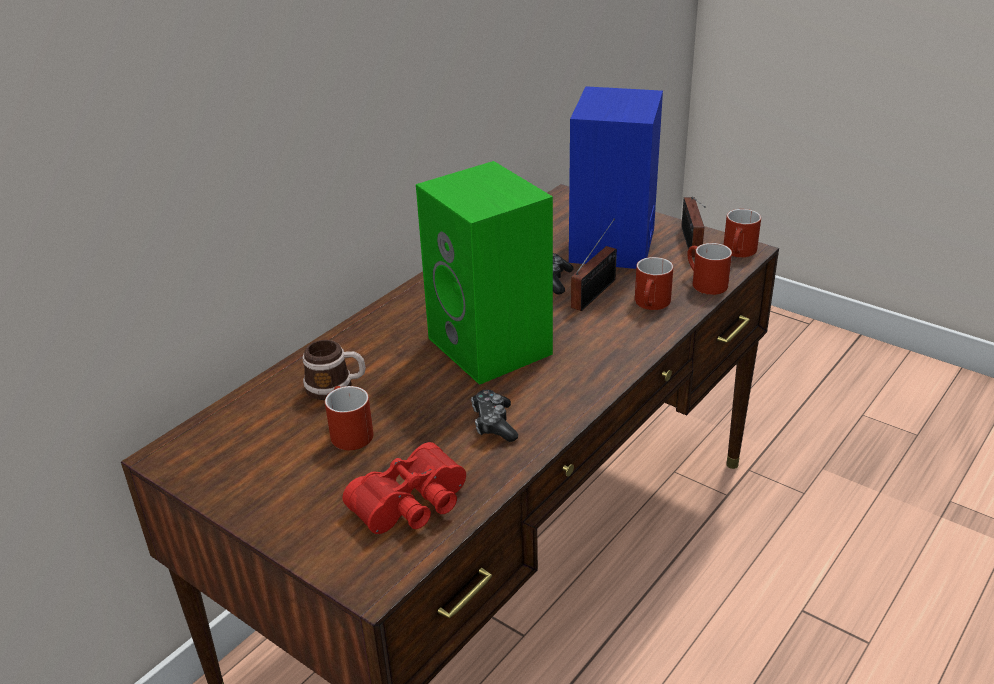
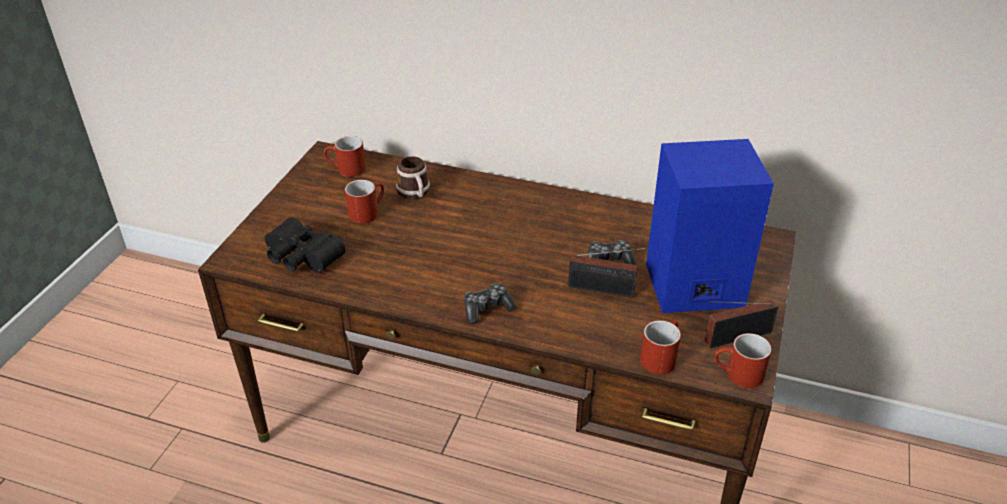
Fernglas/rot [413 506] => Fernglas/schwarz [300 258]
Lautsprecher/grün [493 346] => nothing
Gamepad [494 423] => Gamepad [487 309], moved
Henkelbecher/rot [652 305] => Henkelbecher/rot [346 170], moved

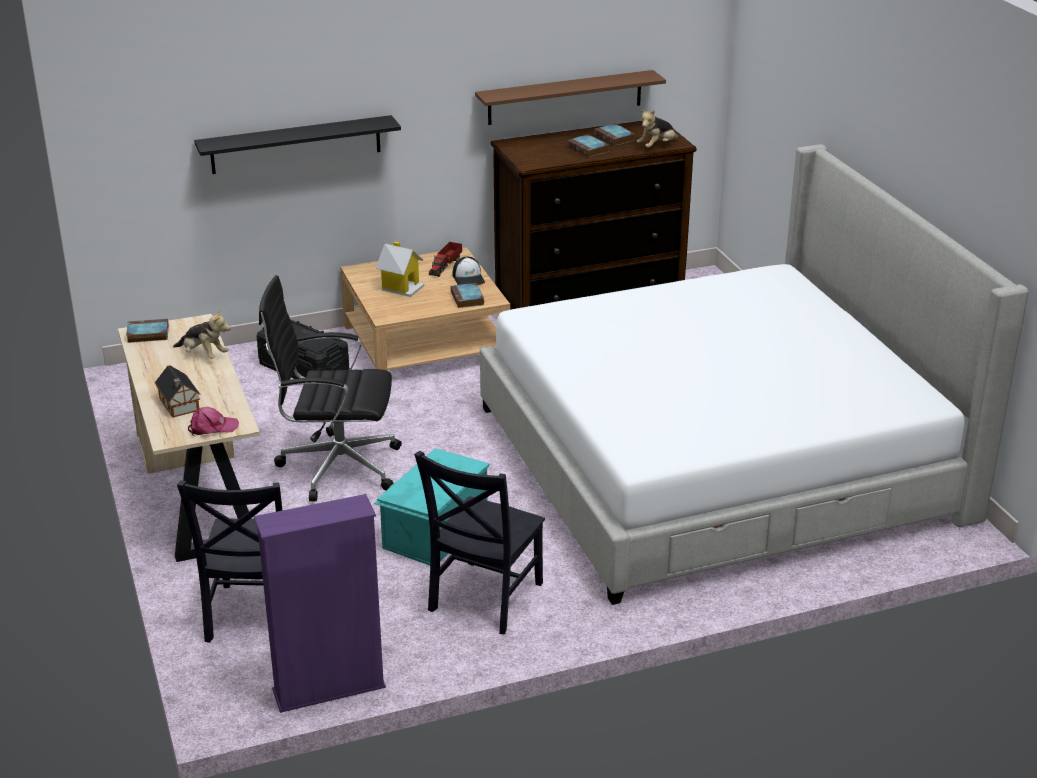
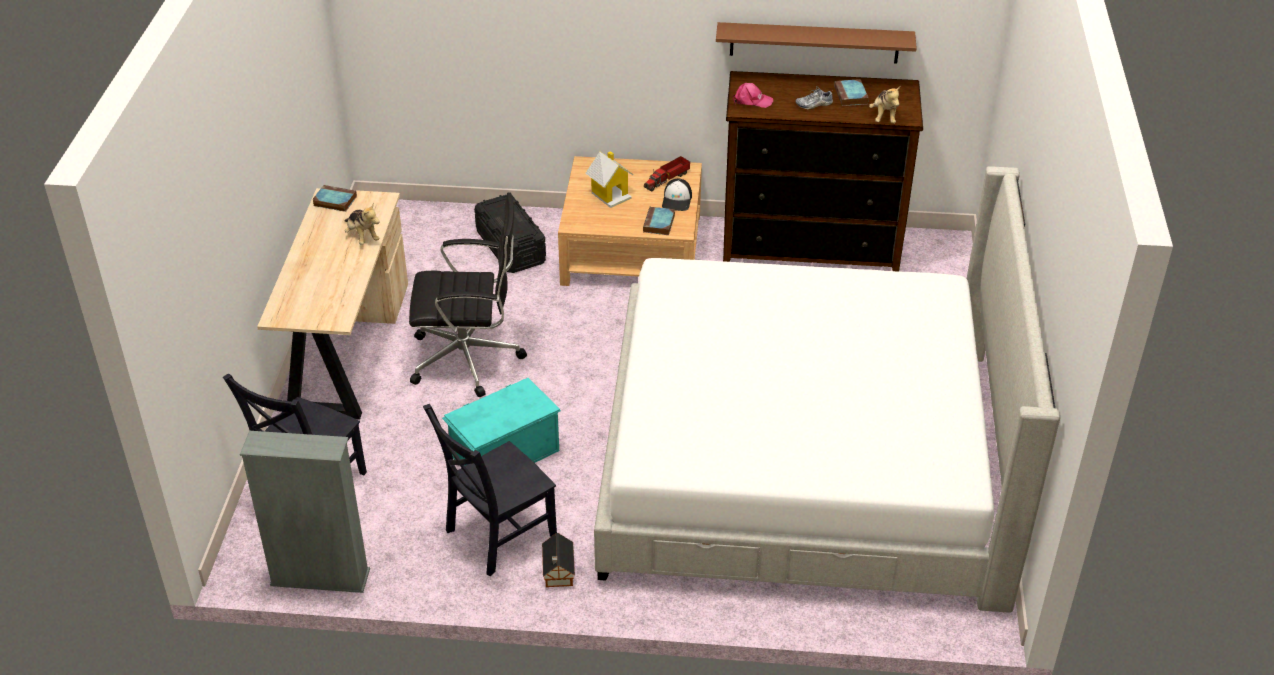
Spielzeughaus [179 405] => Spielzeughaus [558 572], moved
Kappe/rosa [212 427] => Kappe/rosa [752 100], moved
Wandregal/schwarz [296 144] => nothing
Bücherregal/lila [329 689] => Bücherregal/grau [320 578]
Bürostuhl/schwarz [336 466] => Bürostuhl/schwarz [469 359], 150 degrees clockwise
Buch [588 149] => Schuh [814 104]
Plüschtier [657 146] => Plüschtier [884 117], 75 degrees counterclockwise

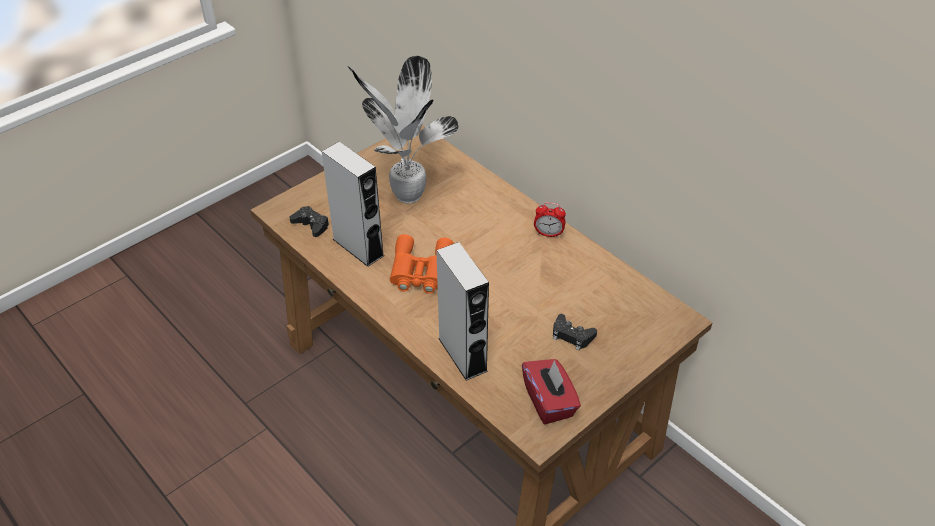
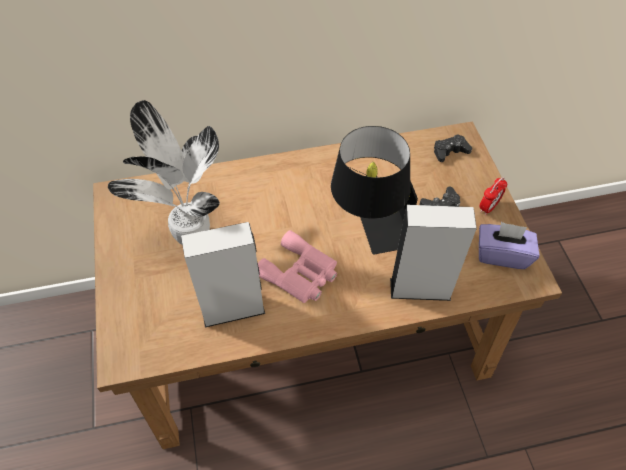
Gamepad/schwarz [311 225] => Gamepad/schwarz [450 151], moved
Fernglas/orange [420 271] => Fernglas/rosa [300 274]
Taschentuchbox/rot [549 402] => Taschentuchbox/lila [501 254]
Wecker [548 234] => Wecker [488 207], moved
nothing => Tischlampe/schwarz [370 228]

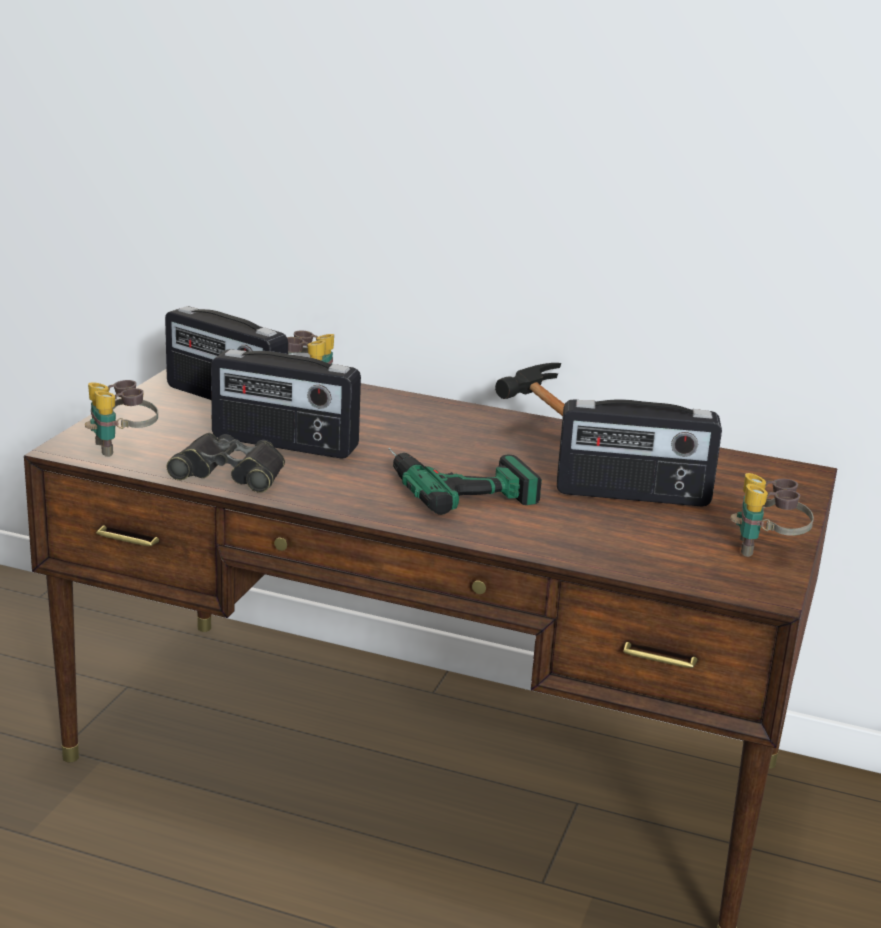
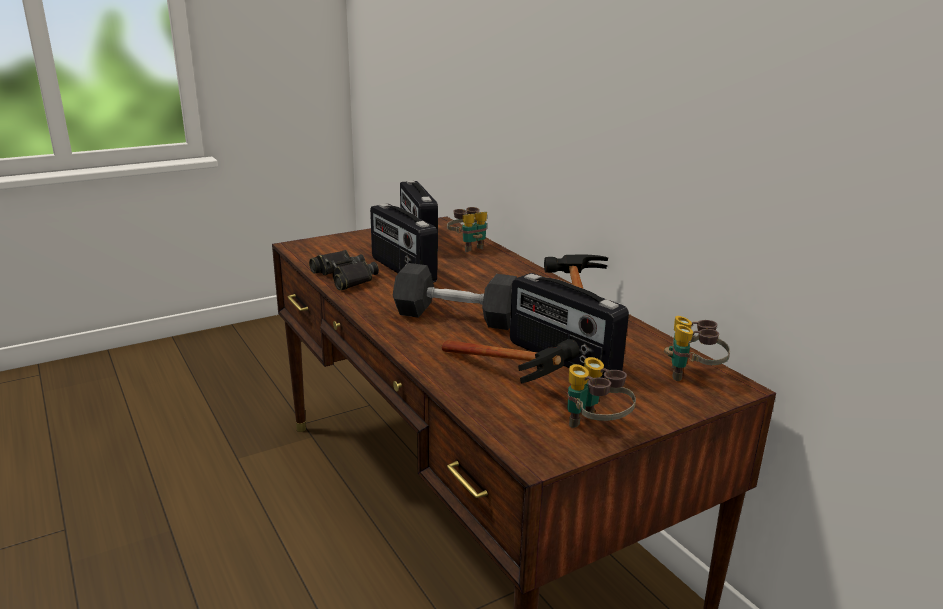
Fernglas [122 447] => Fernglas [692 376], moved
Bohrmaschine [455 483] => Hantel/grau [456 317]
nothing => Hammer [514 383]

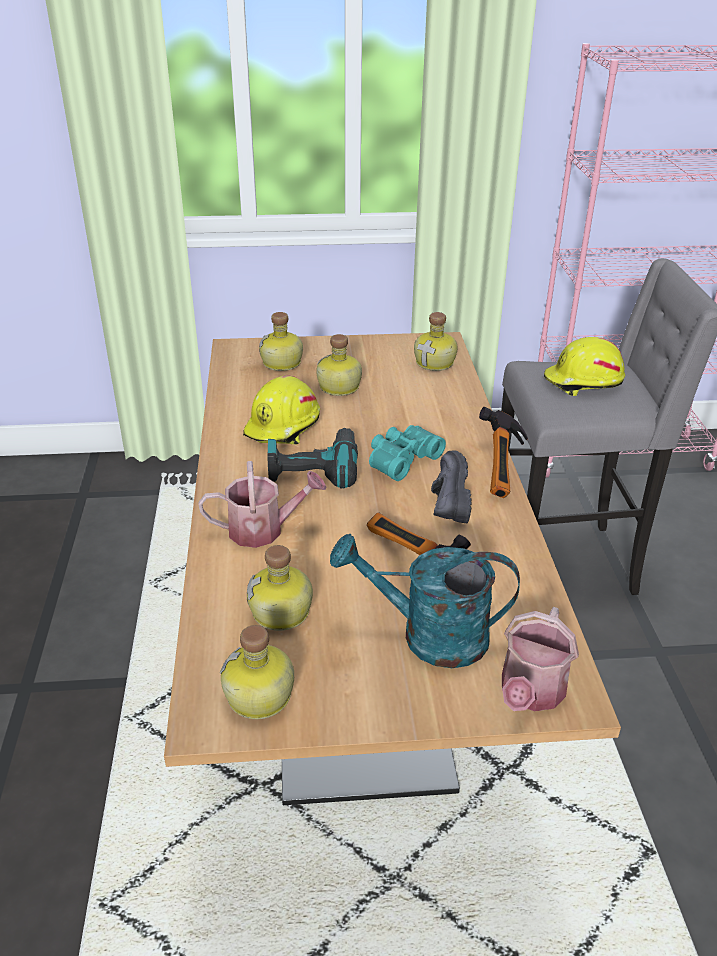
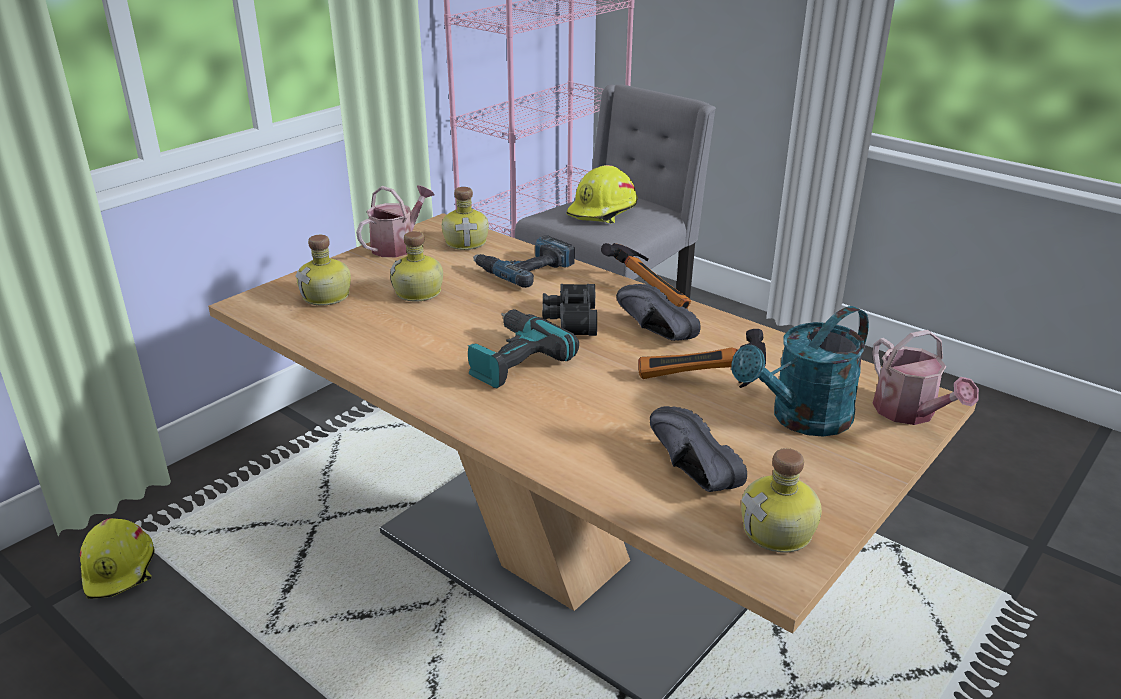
Gießkanne [264 529] => Gießkanne [398 246], moved
Schutzhelm/gelb [284 427] => Schutzhelm/gelb [120 569], moved
Flasche [282 613] => Schuh/schwarz [686 469]
Fernglas/türkis [401 459] => Fernglas/schwarz [569 320]
nothing => Bohrmaschine [525 268]

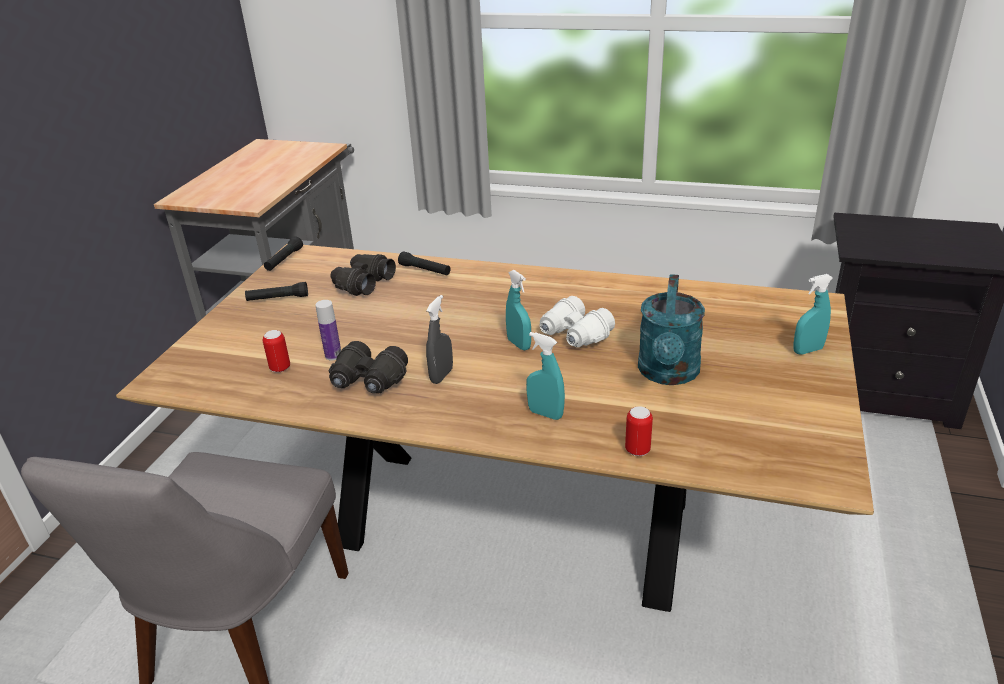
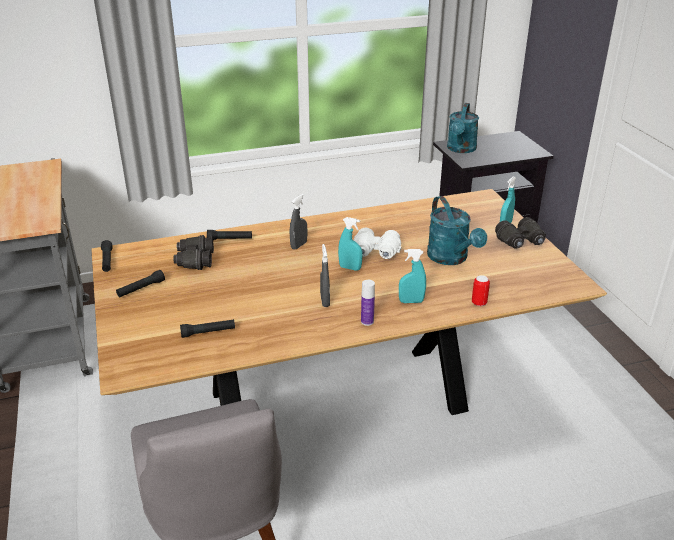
Dose [280 368] => Taschenlampe/schwarz [208 332]
Flasche [333 355] => Flasche [367 321], moved
Fernglas/schwarz [368 381] => Fernglas/schwarz [520 242], moved
nothing => Sprühflasche/grau [299 245]
nothing => Gießkanne/türkis [460 149]

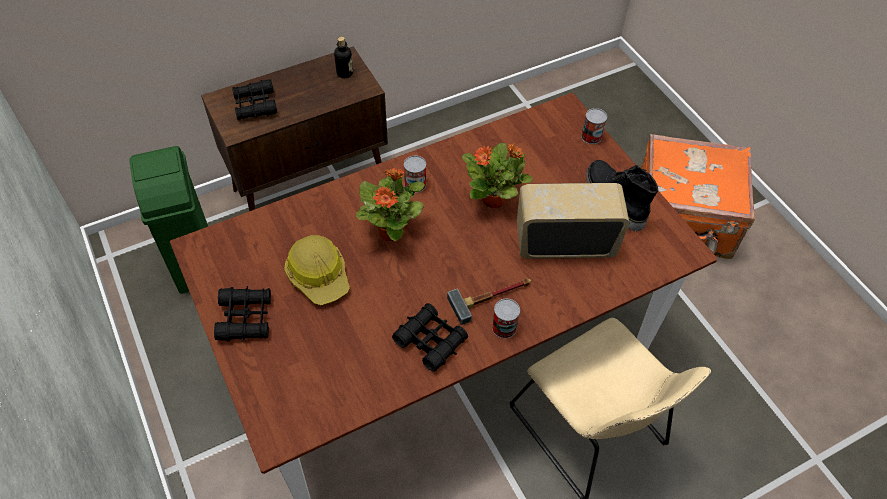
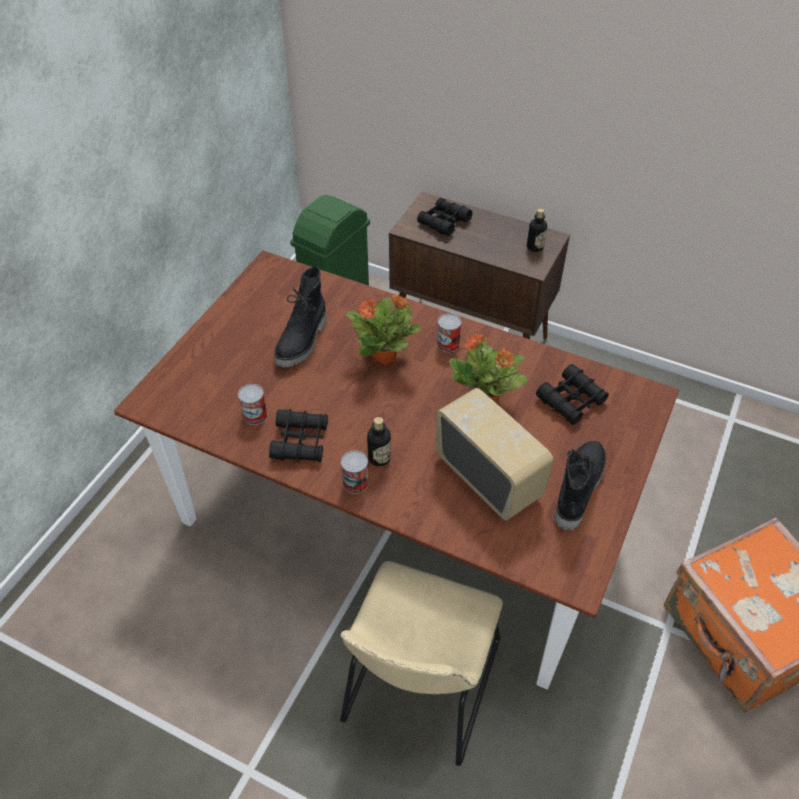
Fernglas/schwarz [245 318] => Fernglas/schwarz [571 400], moved
Schutzhelm [319 275] => Stiefel/schwarz [303 341]
Hammer [492 297] => Flasche [379 458]
Dose [591 136] => Dose [255 415], moved

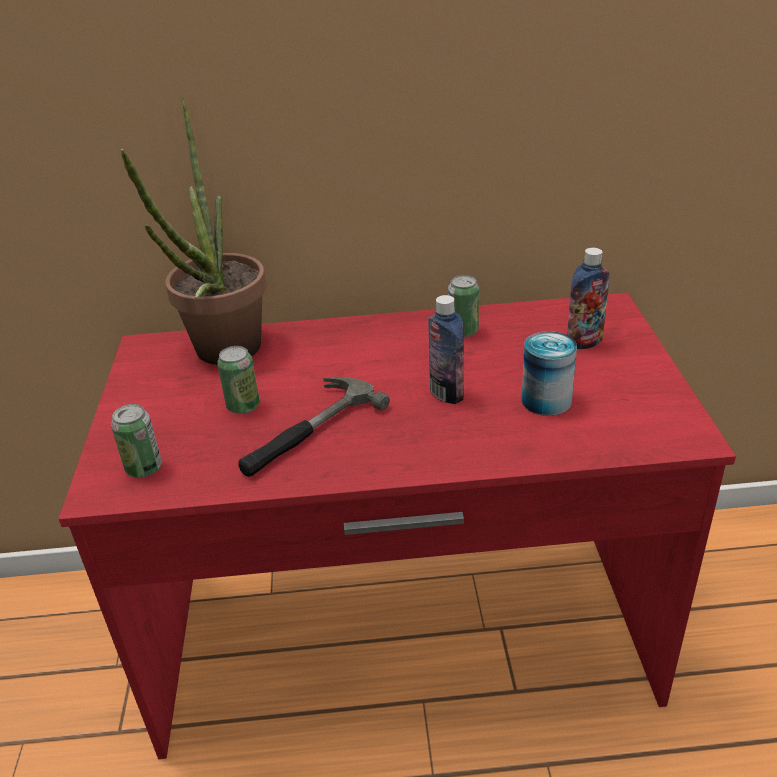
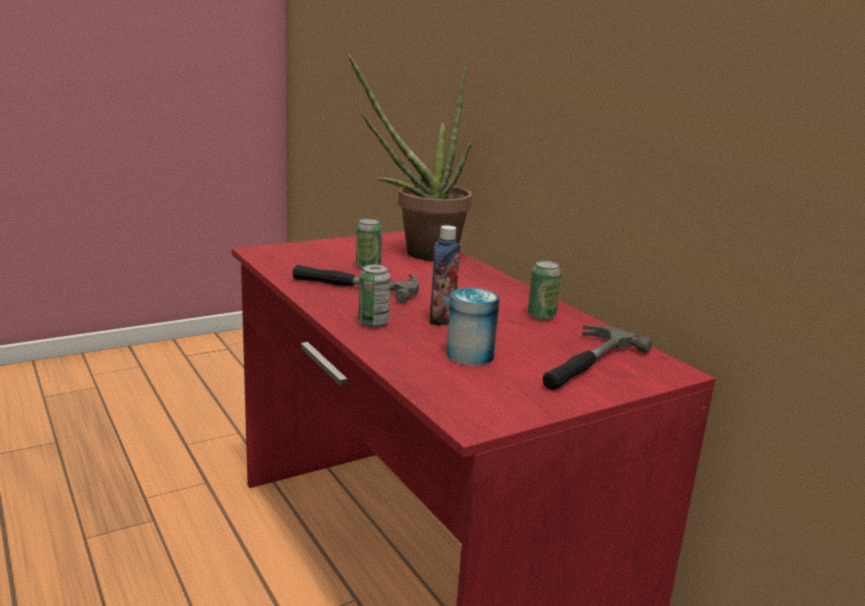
Dose [144 468] => Dose [373 323], moved
Flasche [584 342] => Hammer [585 363]

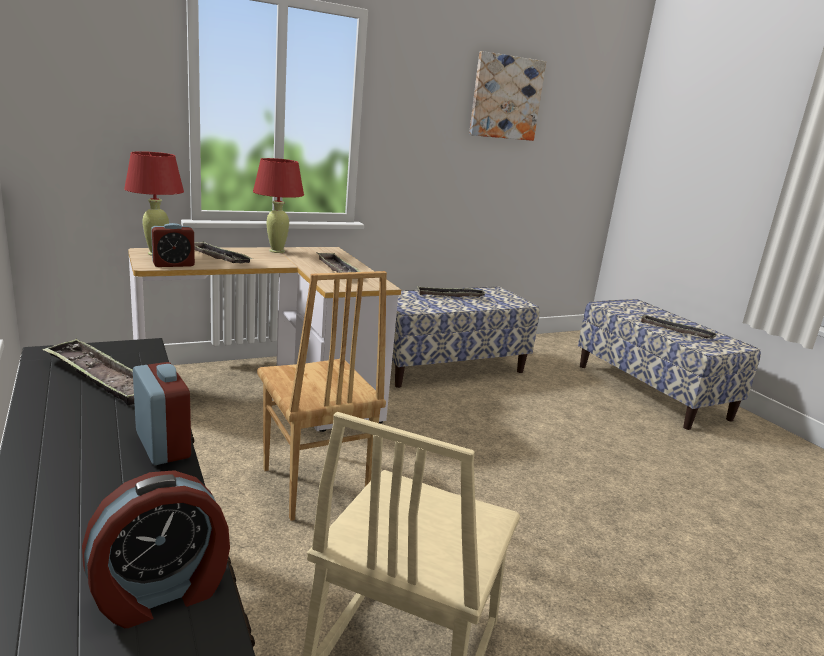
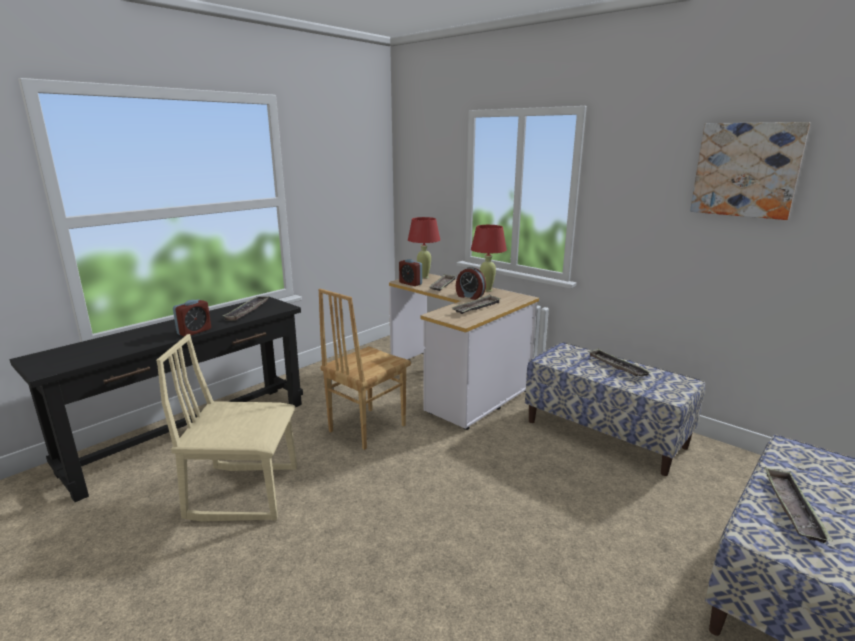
Wecker [162 593] => Wecker [469 296], moved

